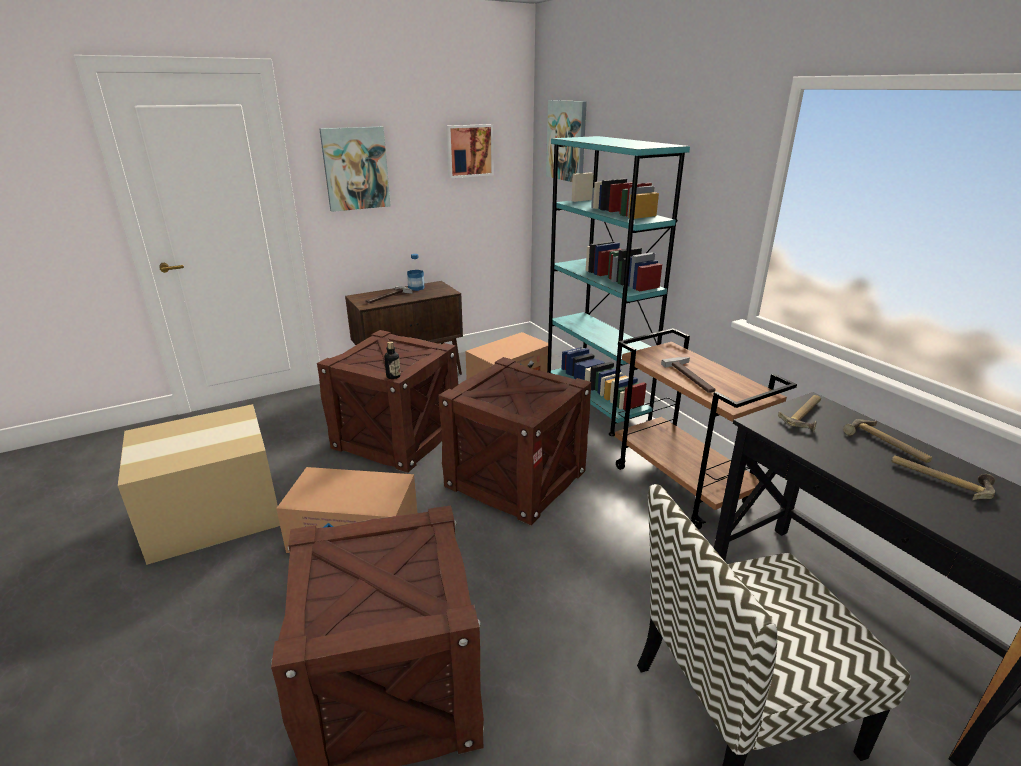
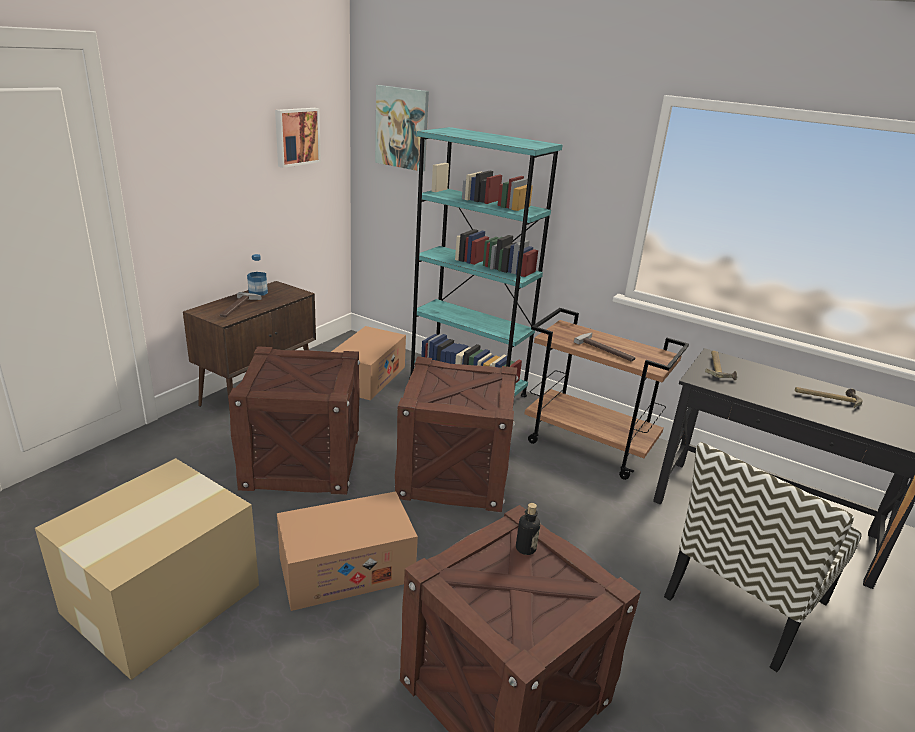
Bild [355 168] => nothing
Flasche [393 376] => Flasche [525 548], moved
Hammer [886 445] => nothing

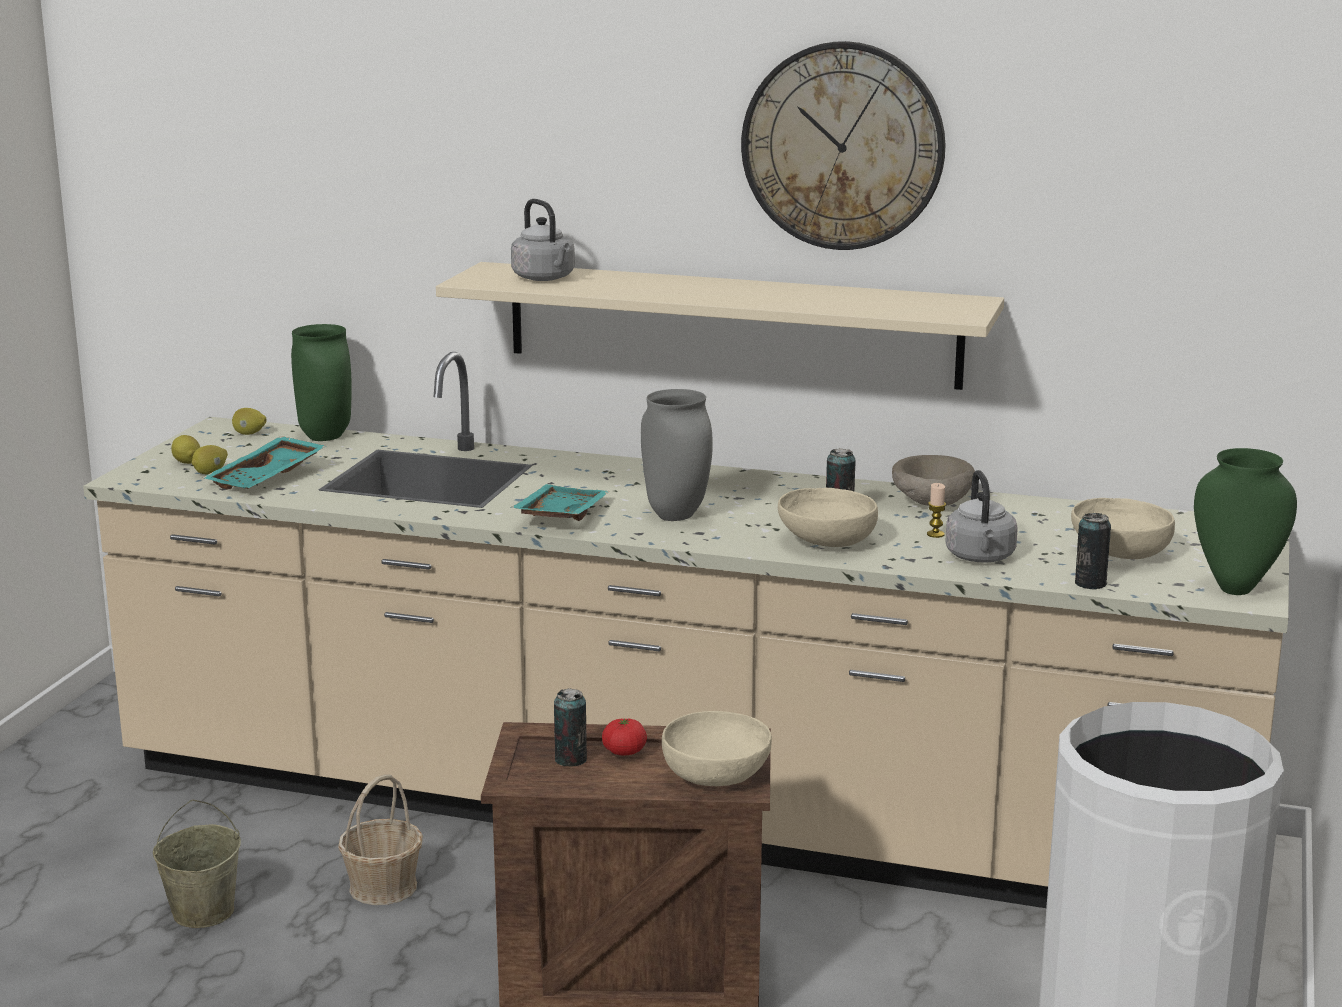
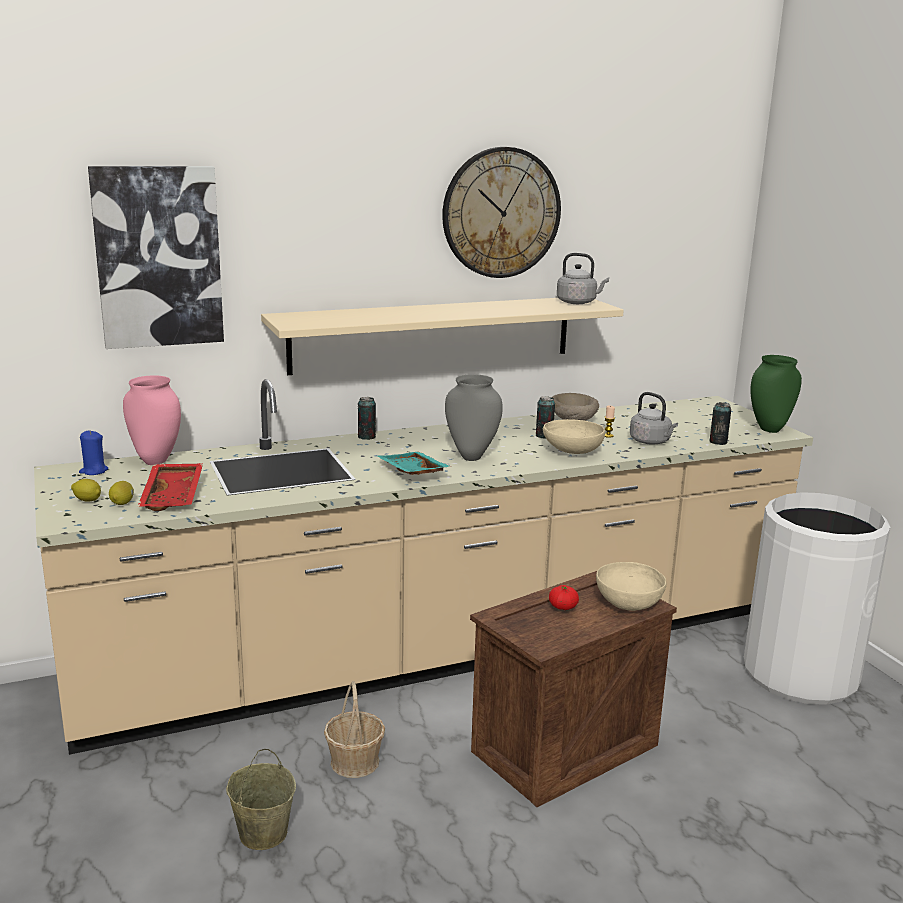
Tablett/türkis [268 478] => Tablett/rot [174 496]
Zitrone [249 434] => Kerze/blau [93 471]
Vase/grün [324 437] => Vase/rosa [155 461]
Wasserkessel/grau [545 278] => Wasserkessel/grau [578 302], moved
Dose [570 760] => Dose [366 437], moved
Schüssel/beige [1118 553] => nothing
nothing => Bild [158 257]

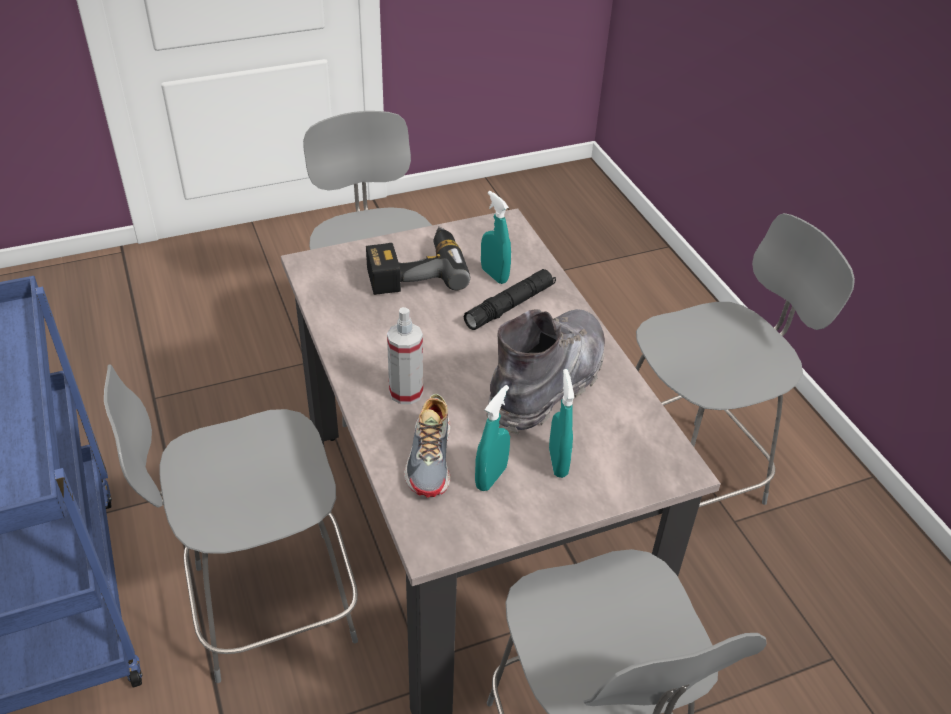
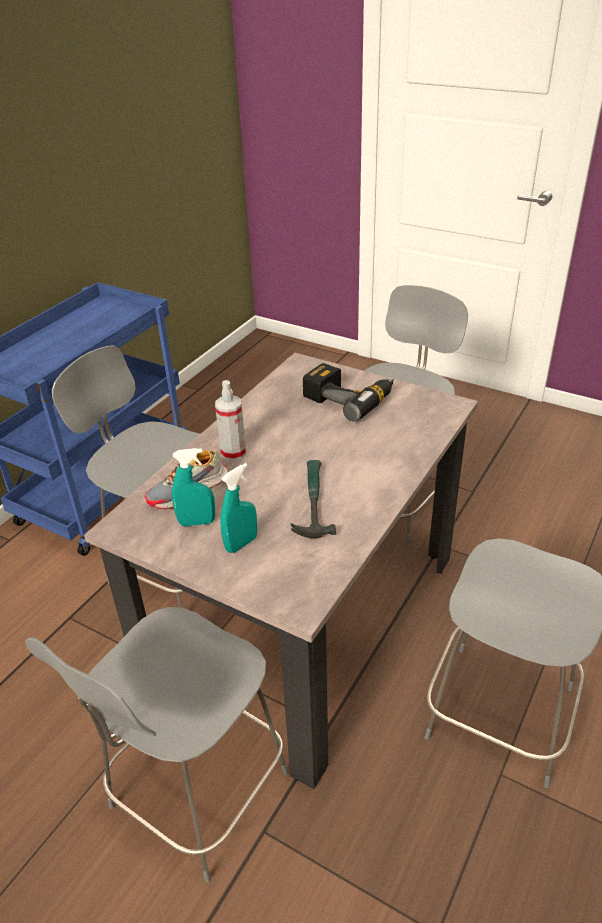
Taschenlampe/schwarz [510 306] => nothing
Sprühflasche/türkis [494 275] => nothing
Stiefel/grau [547 384] => Hammer [312 502]

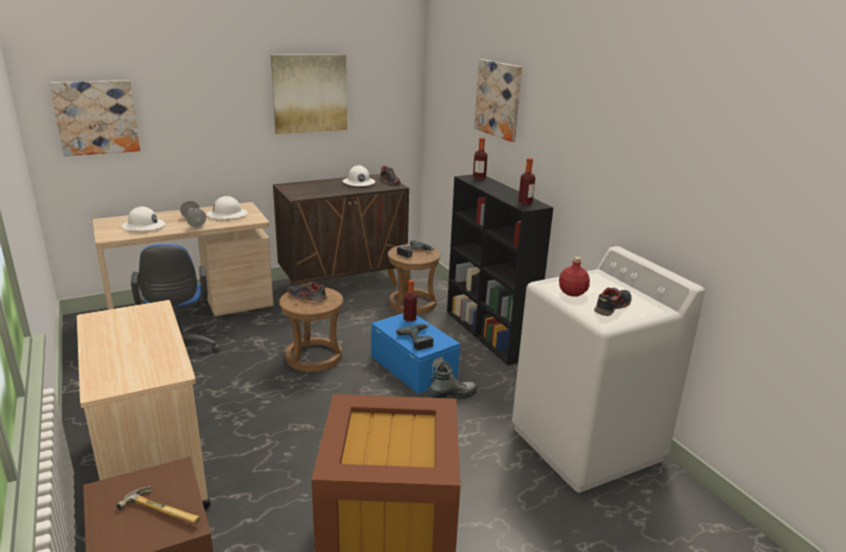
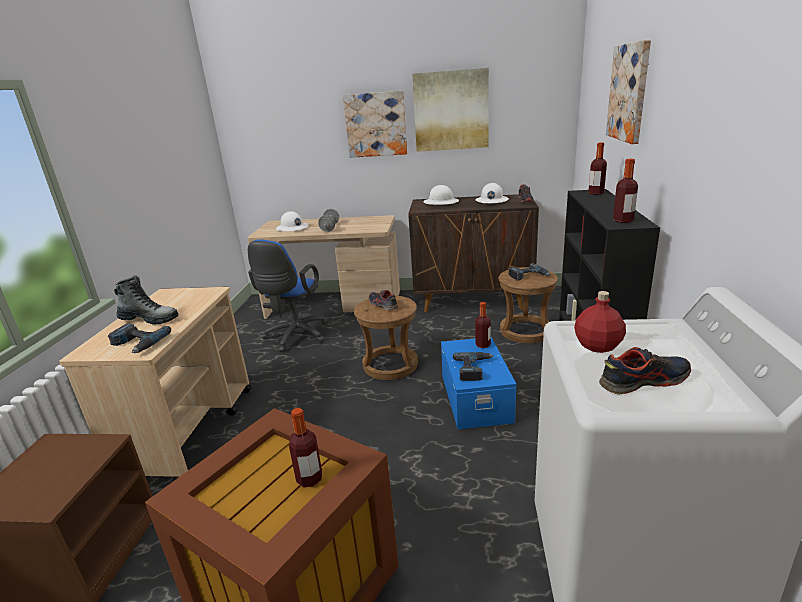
Bild [96 117] => Bild [376 124], moved
Hammer [165 509] => nothing
Schutzhelm/weiß [227 215] => Schutzhelm/weiß [441 202], moved
Stiefel [451 395] => Stiefel [149 319], moved
nothing => Bohrmaschine [137 344]
nothing => Flasche [309 479]

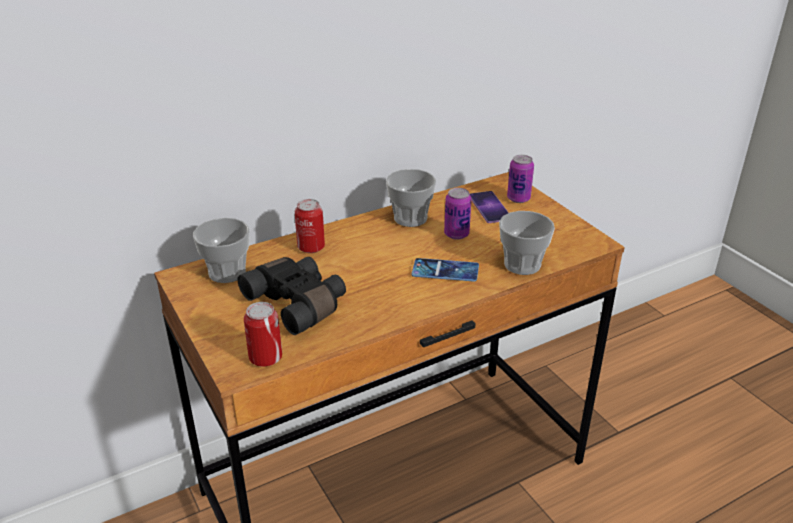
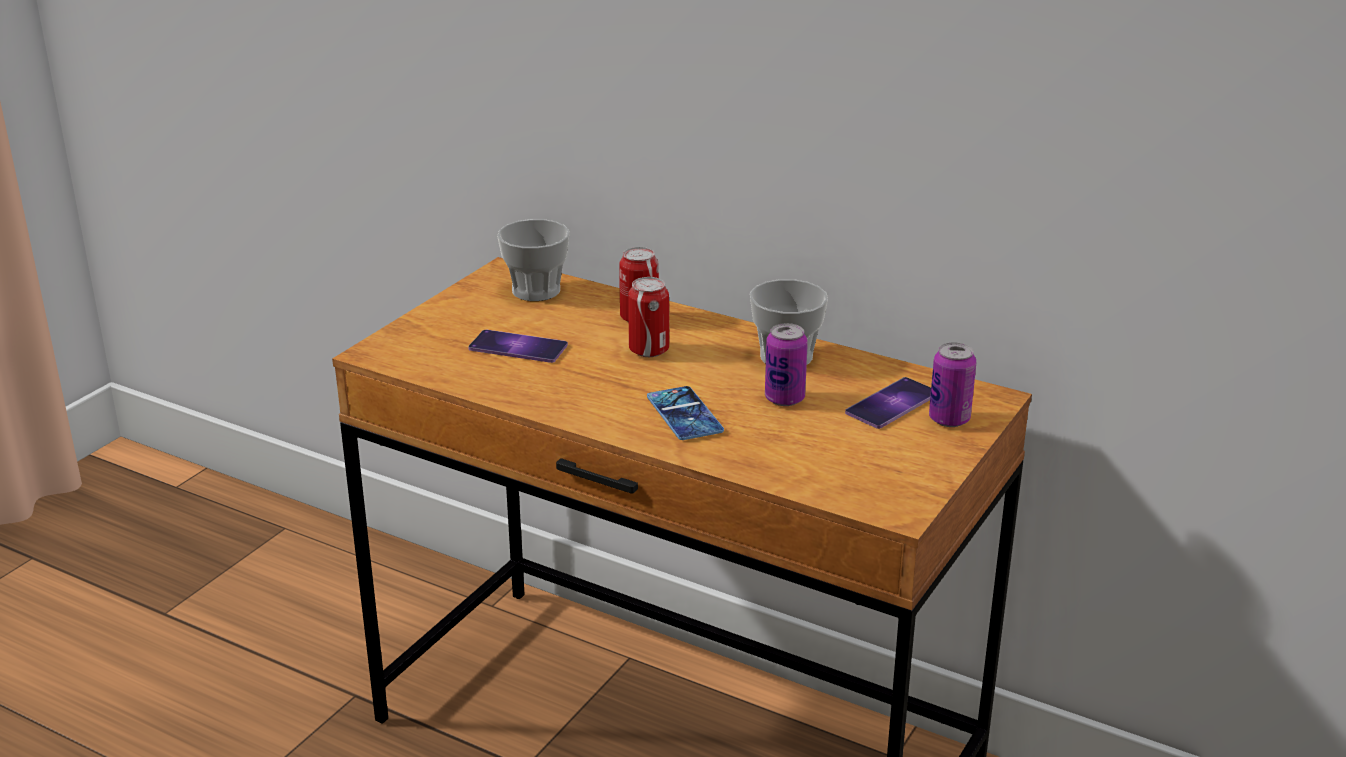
Fernglas/schwarz [298 303] => Handy [518 347]
Dose [265 358] => Dose [649 350], moved
Tasse [522 264] => nothing

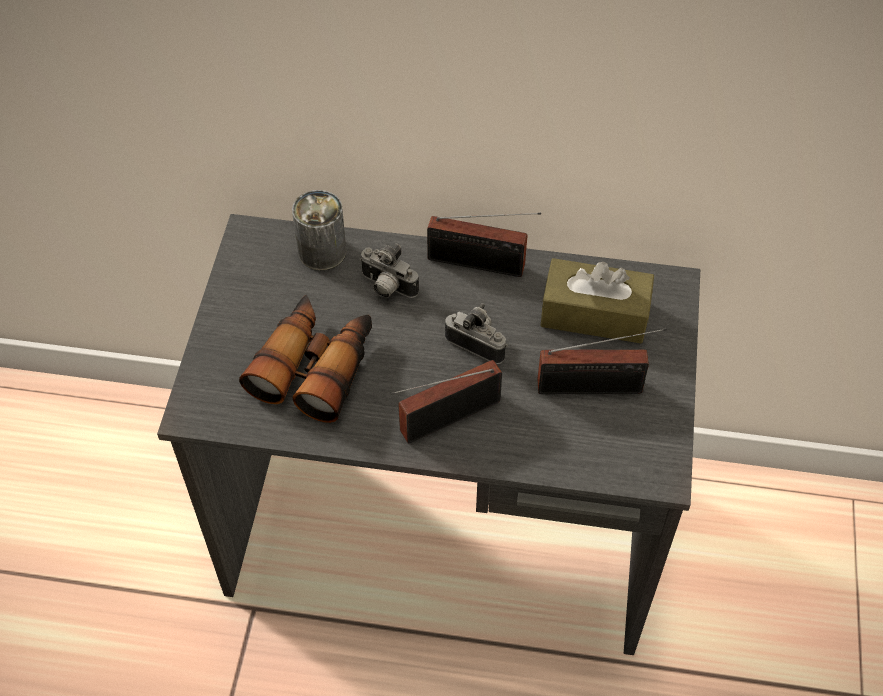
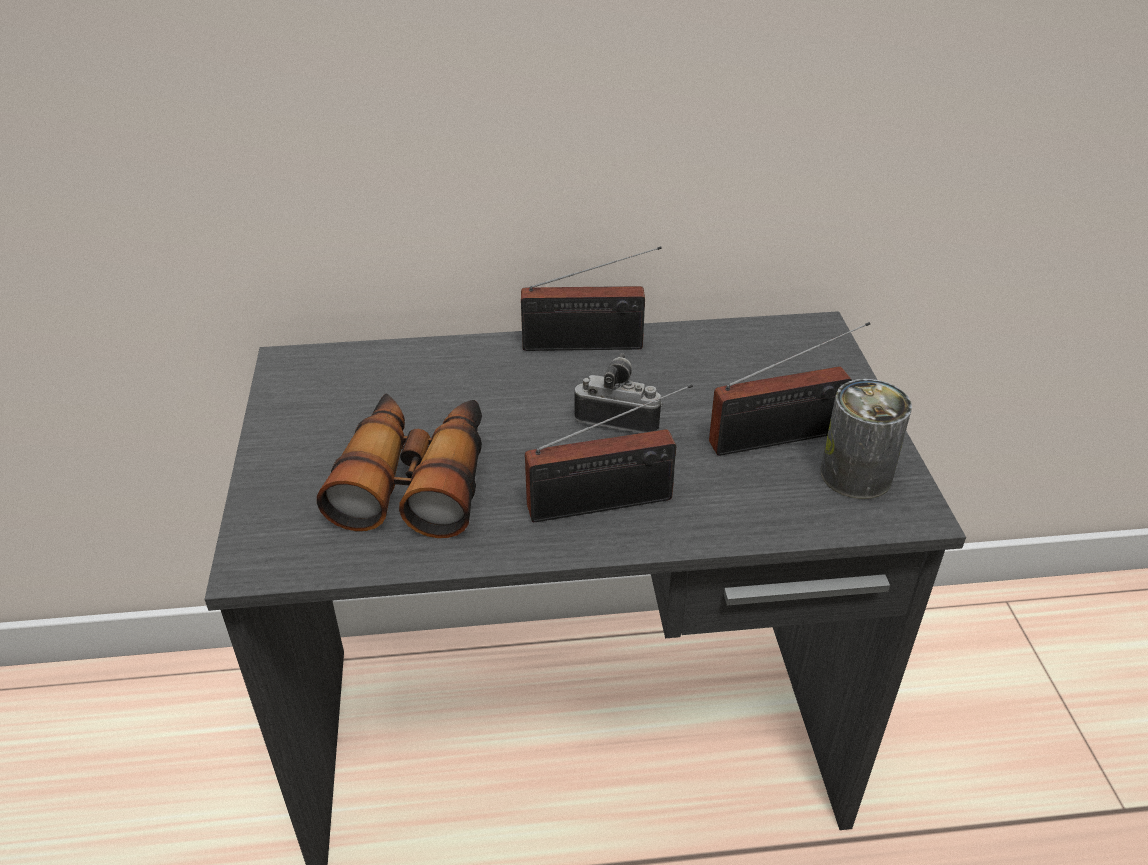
Dose [322 251] => Dose [856 475], moved
Kamera [386 288] => nothing
Radio [444 418] => Radio [608 503], 150 degrees counterclockwise
Taschentuchbox/braun [594 314] => nothing

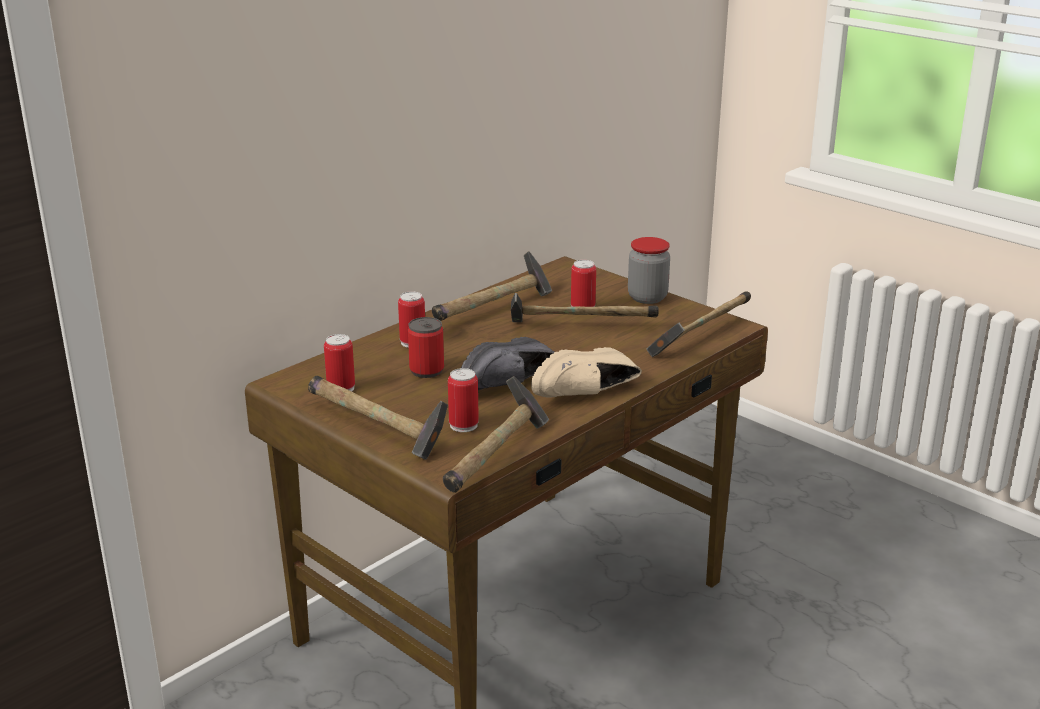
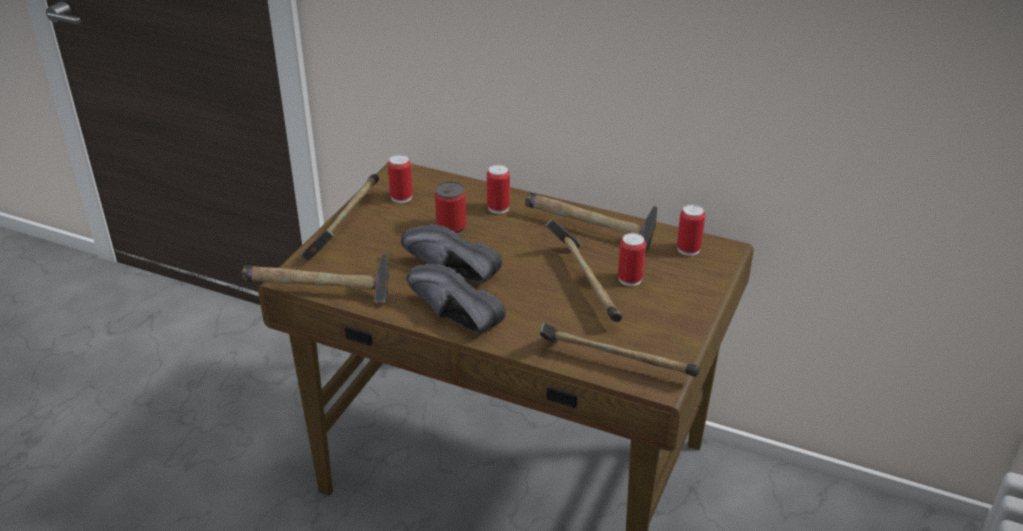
Dose [463 425] => Dose [688 249], moved
Schuh/beige [589 395] => Schuh/schwarz [450 317]
Vorratsglas [647 297] => nothing

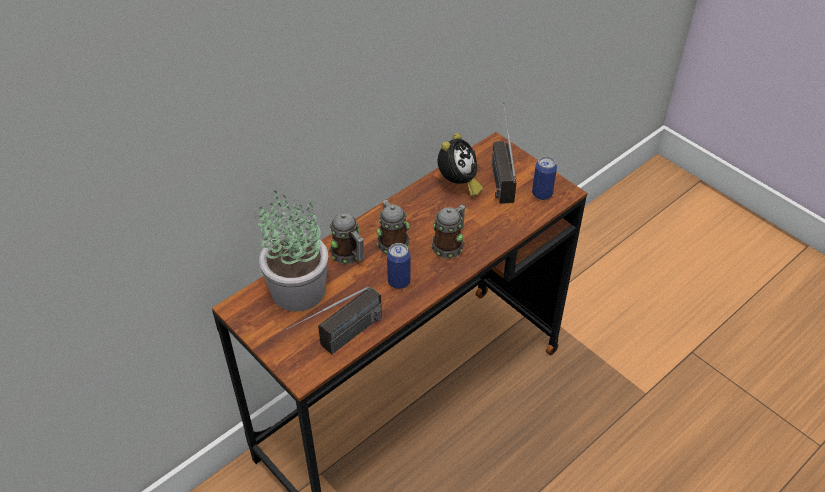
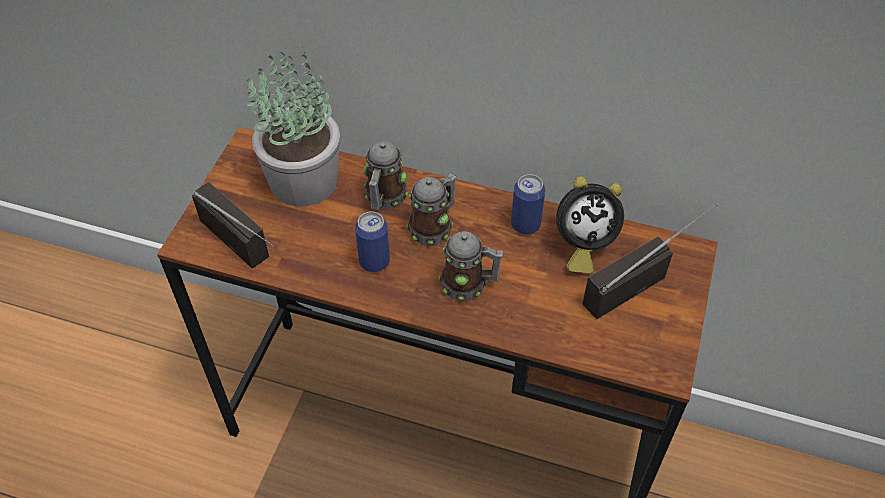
Radio [339 342] => Radio [251 250], 150 degrees counterclockwise
Dose [542 194] => Dose [525 225], moved

